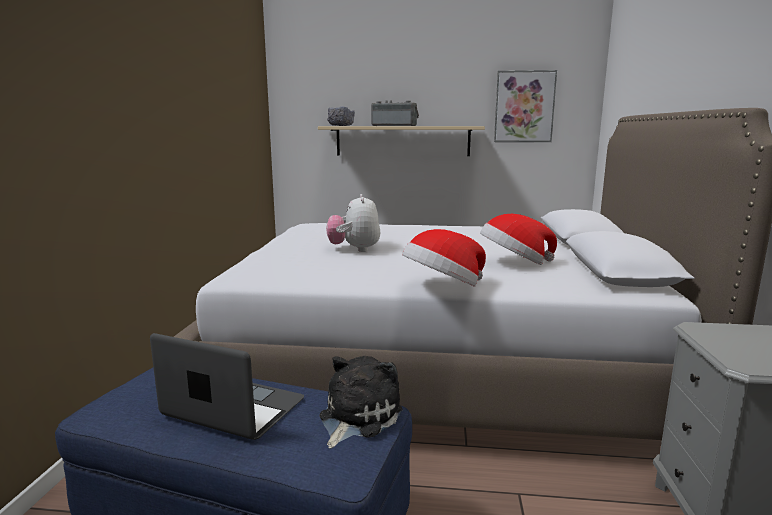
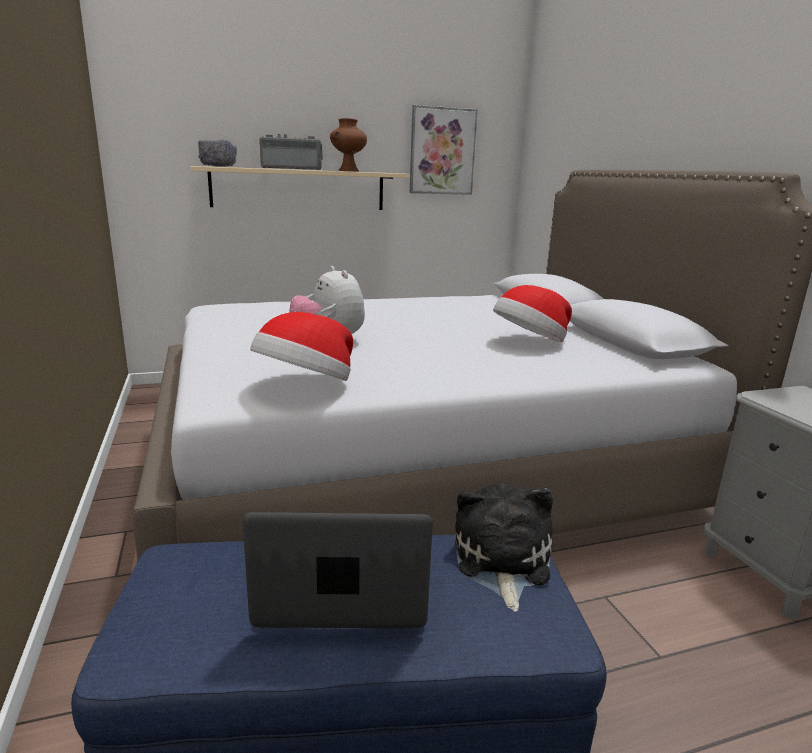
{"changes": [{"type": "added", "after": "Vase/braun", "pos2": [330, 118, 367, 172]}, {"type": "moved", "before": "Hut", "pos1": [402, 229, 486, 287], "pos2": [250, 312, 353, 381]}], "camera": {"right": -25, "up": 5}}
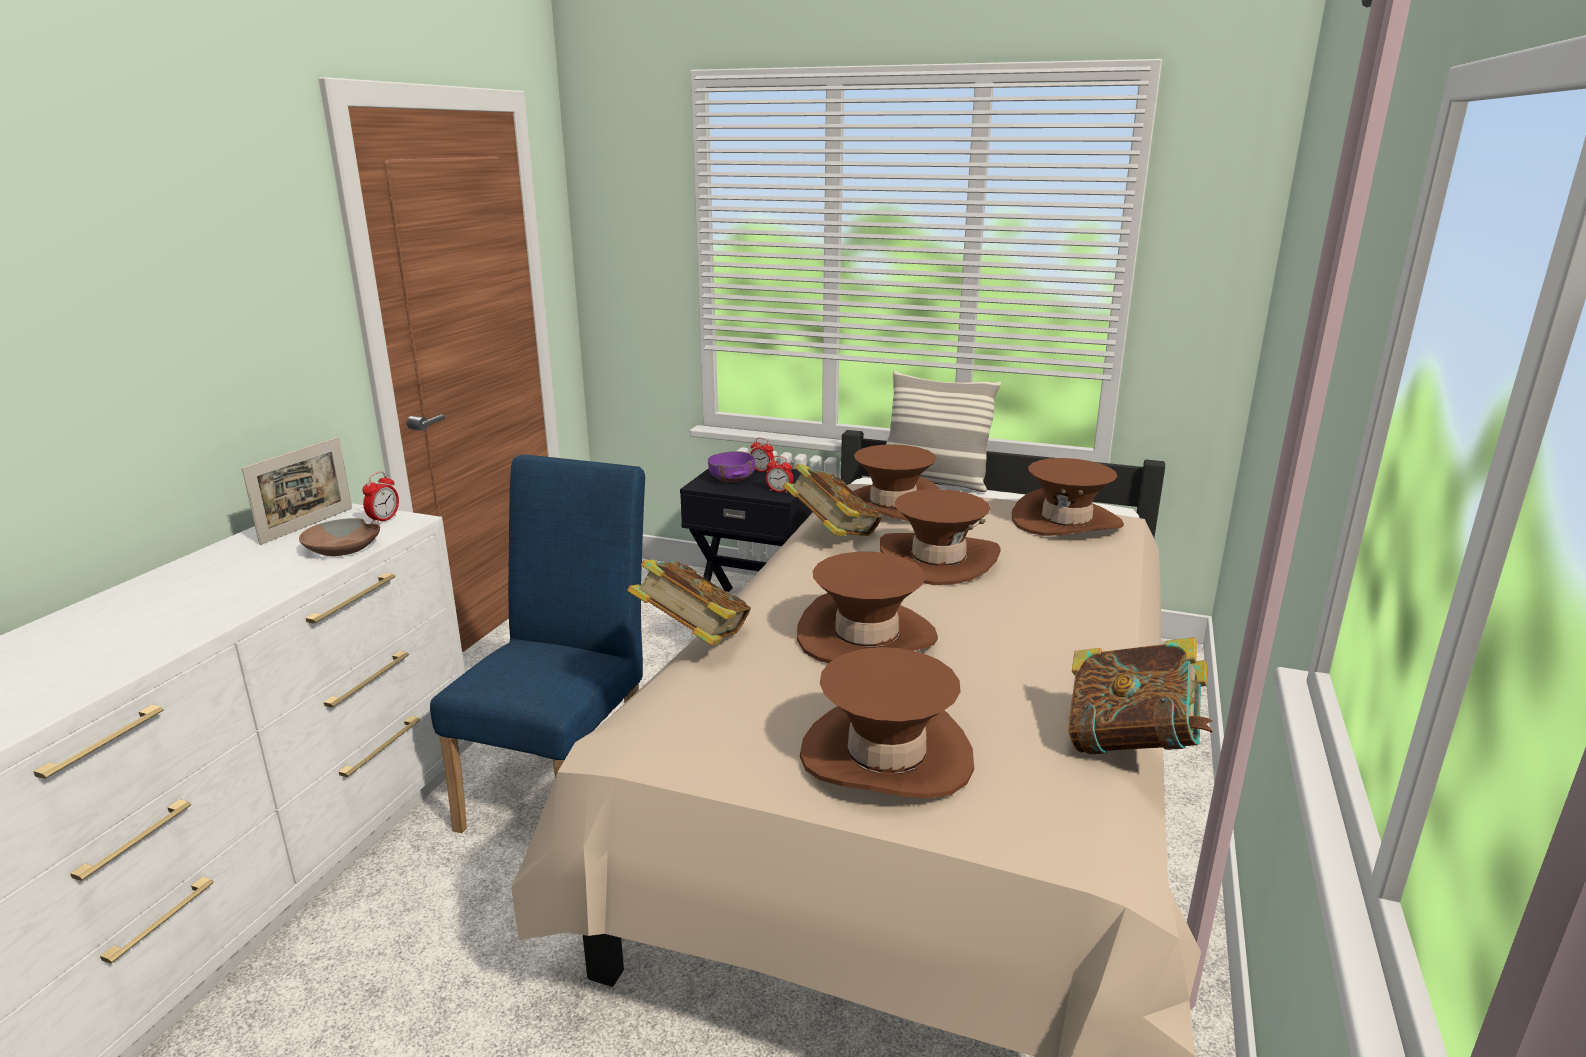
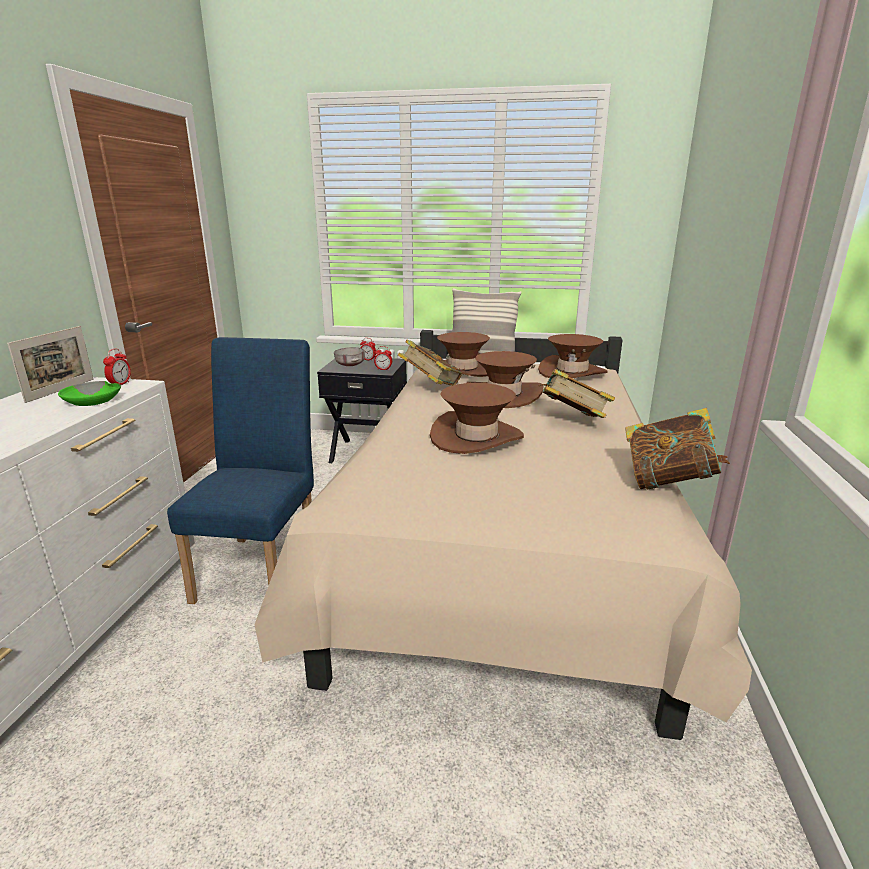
{"changes": [{"type": "removed", "before": "Hut/braun", "pos1": [800, 647, 974, 799]}, {"type": "moved", "before": "Buch", "pos1": [627, 559, 751, 646], "pos2": [539, 369, 615, 418]}, {"type": "recoloured", "before": "Schüssel/braun", "after": "Schüssel/grün", "pos1": [299, 518, 380, 556], "pos2": [58, 381, 121, 406]}, {"type": "recoloured", "before": "Schüssel/lila", "after": "Schüssel/grau", "pos1": [708, 451, 755, 482], "pos2": [334, 347, 365, 366]}], "camera": {"right": -10, "up": 0}}
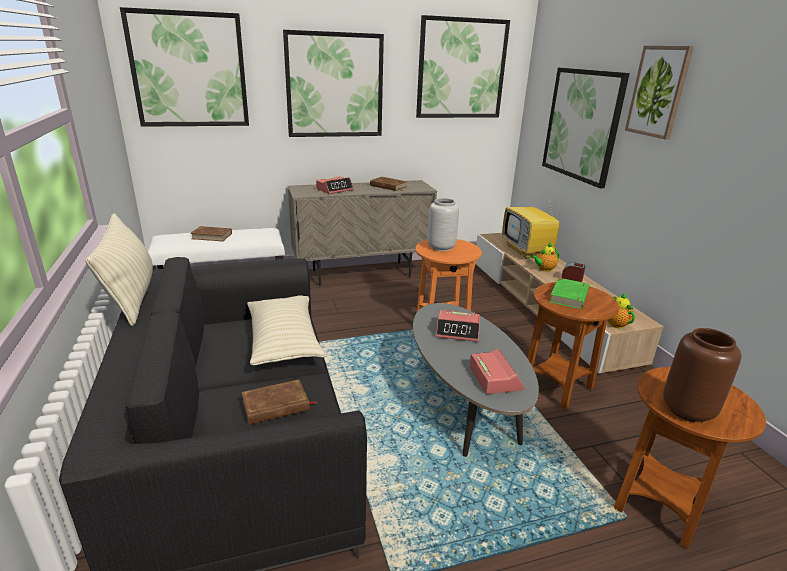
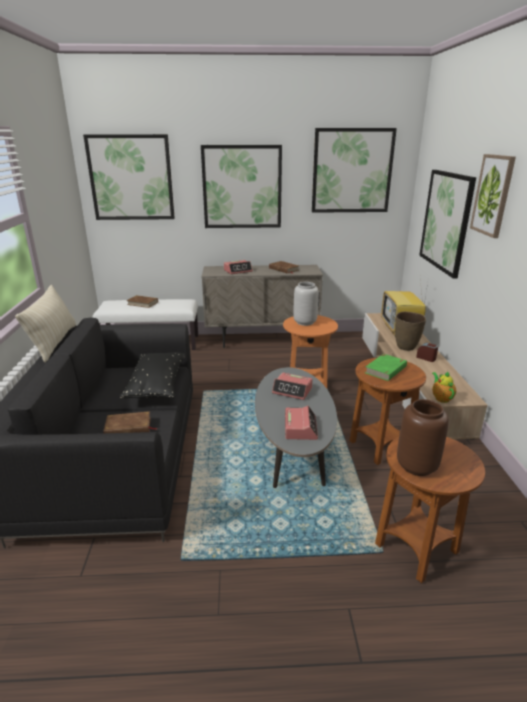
{"changes": [{"type": "replaced", "before": "Teekanne", "after": "Vase/braun", "pos1": [530, 243, 560, 272], "pos2": [395, 312, 426, 351]}, {"type": "recoloured", "before": "Kissen/beige", "after": "Kissen/schwarz", "pos1": [247, 295, 325, 365], "pos2": [120, 352, 185, 398]}], "camera": {"right": 15, "up": 0}}
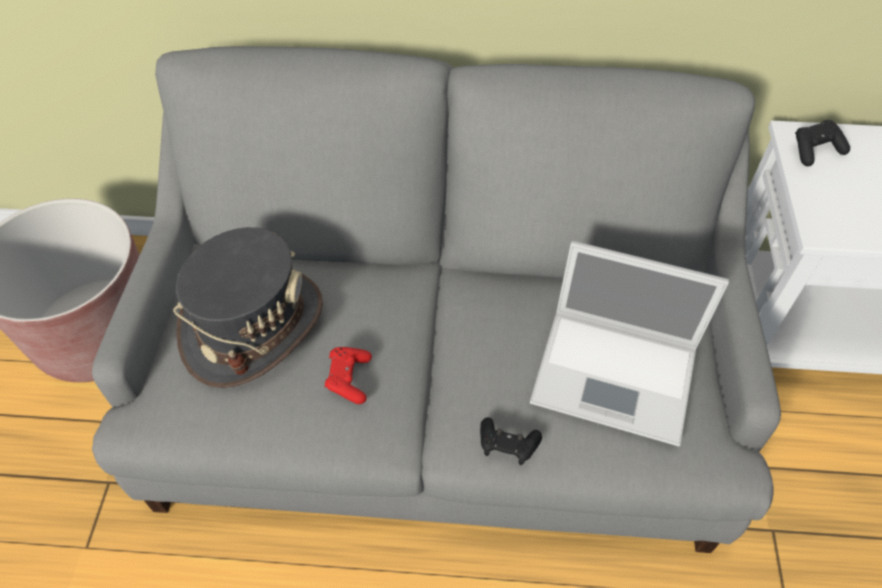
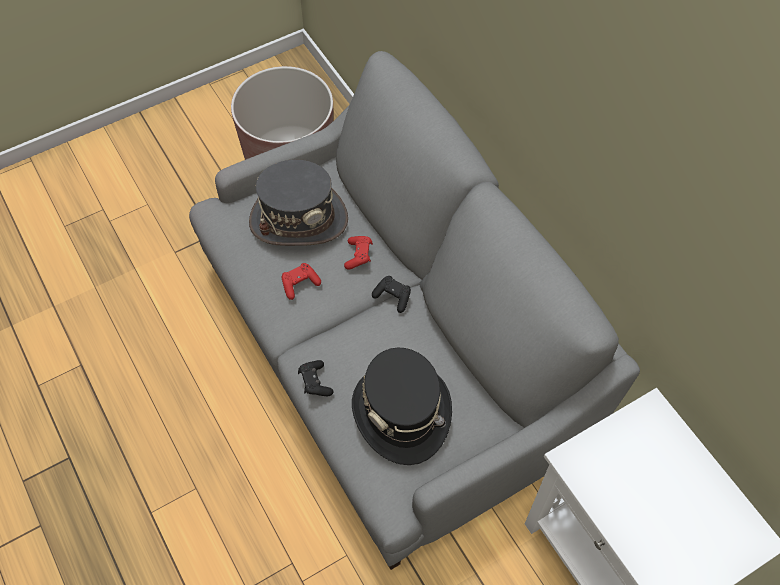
{"changes": [{"type": "added", "after": "Gamepad/rot", "pos2": [344, 236, 373, 270]}, {"type": "moved", "before": "Gamepad/schwarz", "pos1": [795, 120, 850, 166], "pos2": [372, 276, 411, 313]}, {"type": "replaced", "before": "Laptop", "after": "Hut/schwarz", "pos1": [530, 241, 729, 446], "pos2": [352, 348, 452, 465]}], "camera": {"right": 55, "up": 5}}
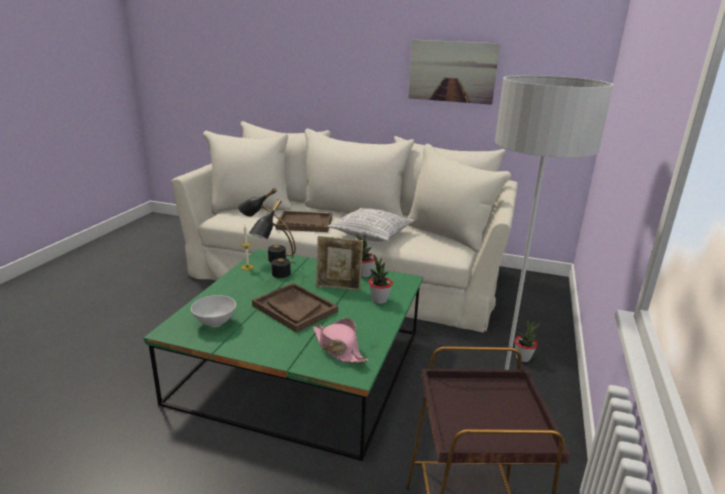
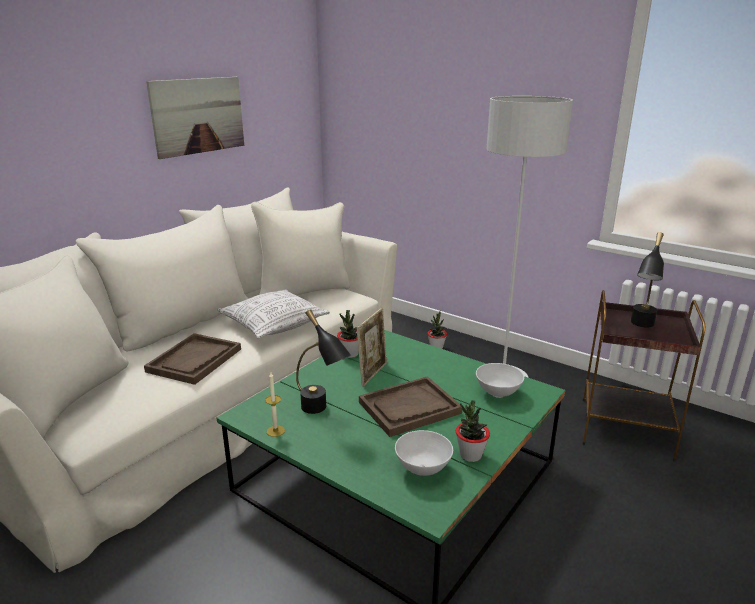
{"changes": [{"type": "moved", "before": "Tischlampe/schwarz", "pos1": [238, 188, 296, 263], "pos2": [630, 232, 664, 327]}, {"type": "moved", "before": "Topfpflanze", "pos1": [369, 255, 393, 304], "pos2": [456, 400, 490, 462]}, {"type": "replaced", "before": "Hut/rosa", "after": "Schüssel/weiß", "pos1": [313, 318, 368, 363], "pos2": [476, 363, 524, 398]}], "camera": {"right": -70, "up": 0}}
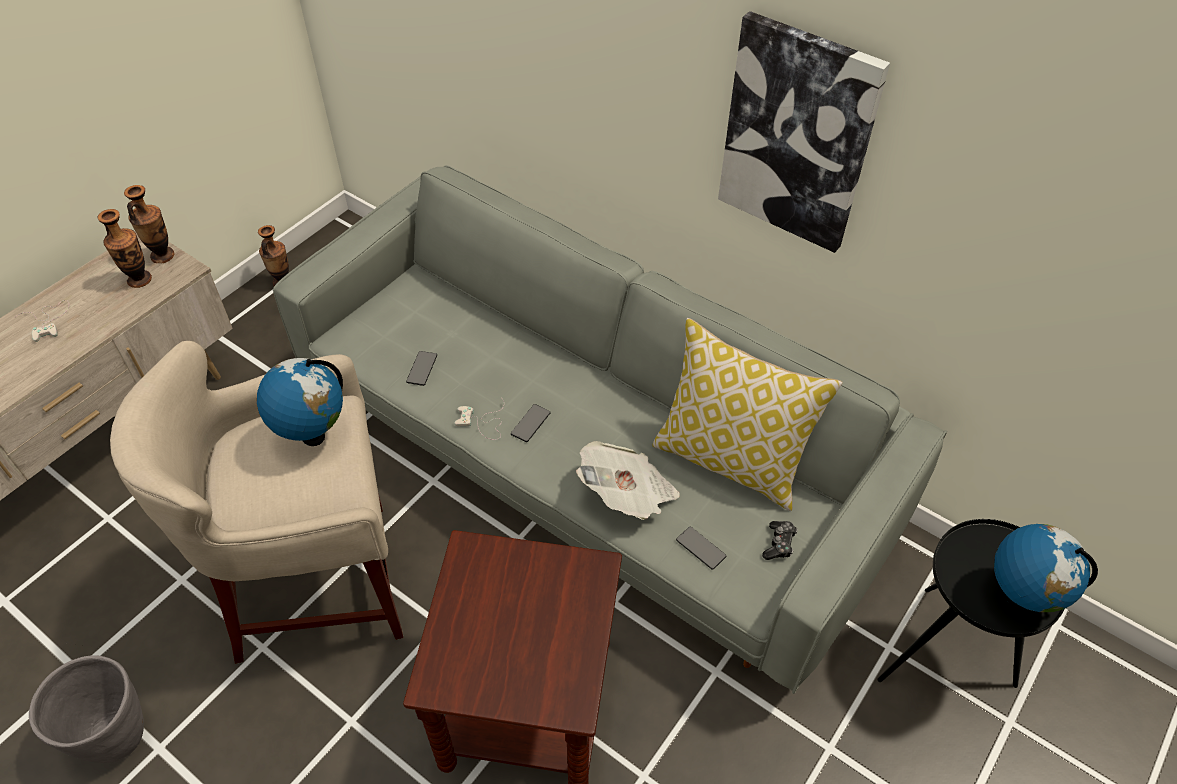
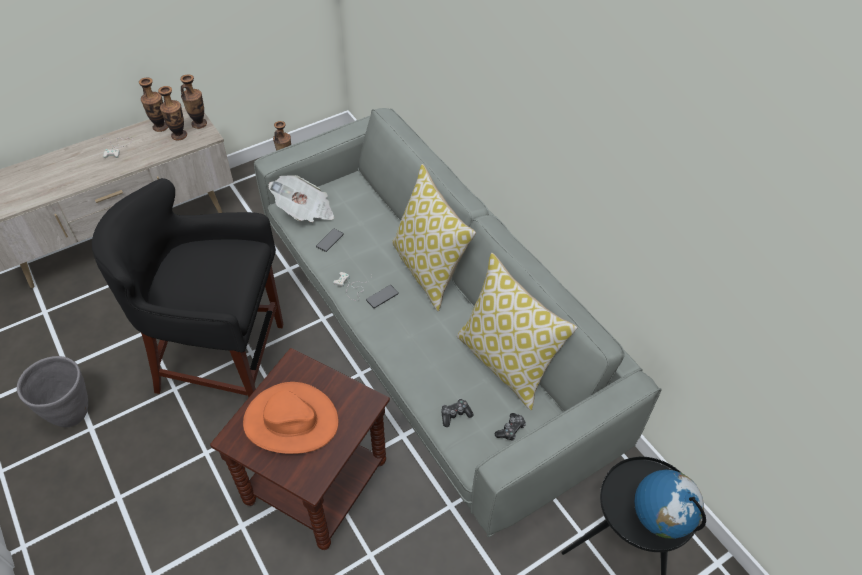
{"changes": [{"type": "removed", "before": "Globus", "pos1": [257, 358, 343, 446]}, {"type": "removed", "before": "Bild", "pos1": [718, 11, 890, 253]}, {"type": "added", "after": "Vase", "pos2": [139, 78, 168, 132]}, {"type": "added", "after": "Hut/orange", "pos2": [243, 382, 339, 454]}, {"type": "added", "after": "Kissen", "pos2": [392, 164, 476, 311]}, {"type": "moved", "before": "Zeitung", "pos1": [576, 441, 680, 520], "pos2": [269, 175, 334, 222]}, {"type": "replaced", "before": "Handy", "after": "Gamepad", "pos1": [676, 526, 726, 570], "pos2": [441, 399, 474, 427]}, {"type": "recoloured", "before": "Hocker/beige", "after": "Hocker/schwarz", "pos1": [110, 341, 403, 664], "pos2": [92, 178, 284, 397]}], "camera": {"right": 20, "up": 0}}
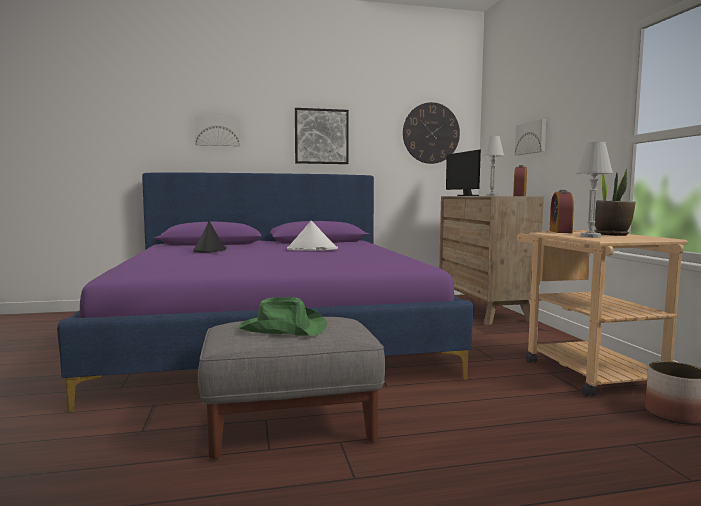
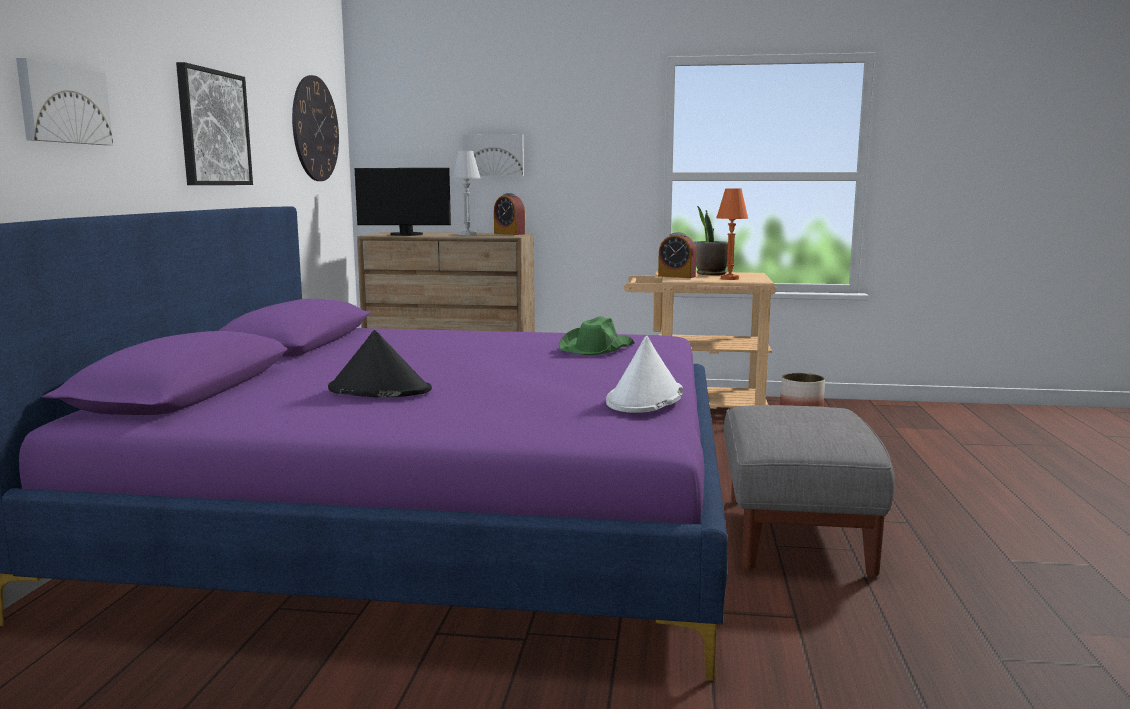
{"changes": [{"type": "moved", "before": "Hut/grün", "pos1": [238, 297, 327, 336], "pos2": [559, 316, 635, 355]}, {"type": "moved", "before": "Hut/weiß", "pos1": [287, 221, 338, 251], "pos2": [606, 336, 683, 413]}, {"type": "recoloured", "before": "Tischlampe/weiß", "after": "Tischlampe/orange", "pos1": [576, 142, 613, 238], "pos2": [716, 188, 748, 280]}], "camera": {"right": -70, "up": 5}}
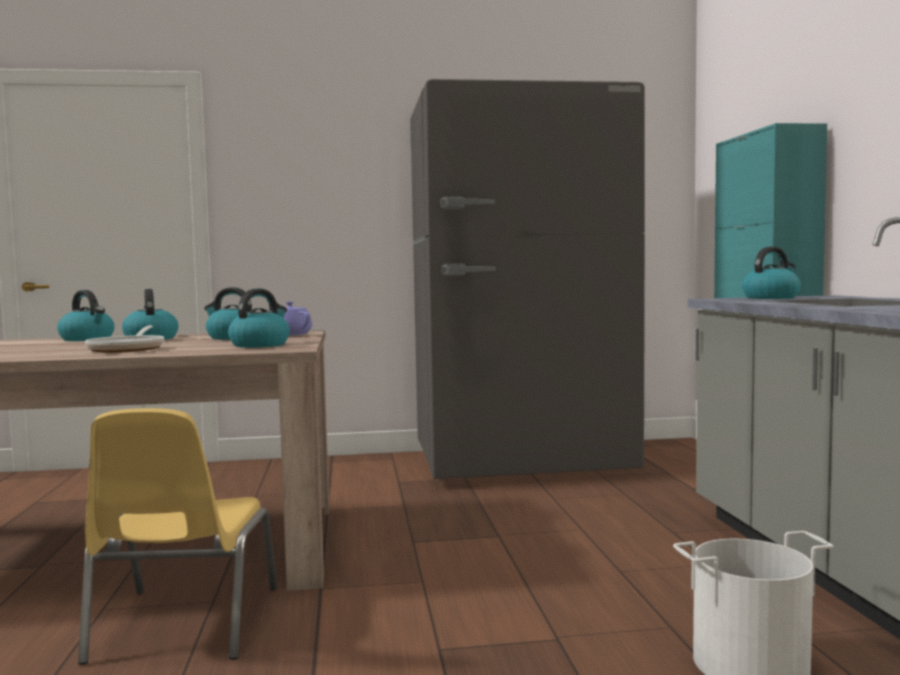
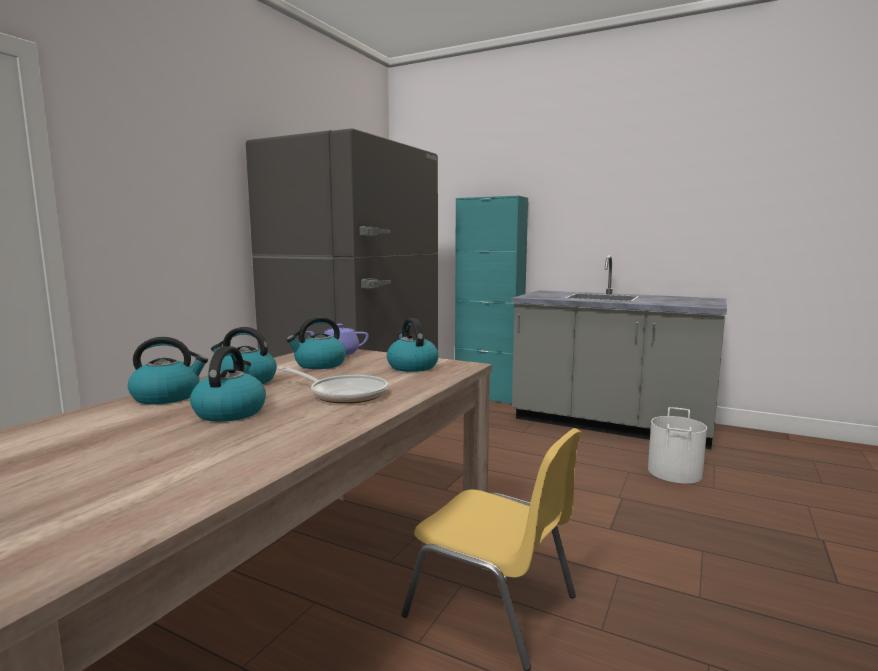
{"changes": [{"type": "moved", "before": "Wasserkessel", "pos1": [742, 246, 801, 299], "pos2": [190, 346, 266, 422]}], "camera": {"right": -55, "up": 5}}
